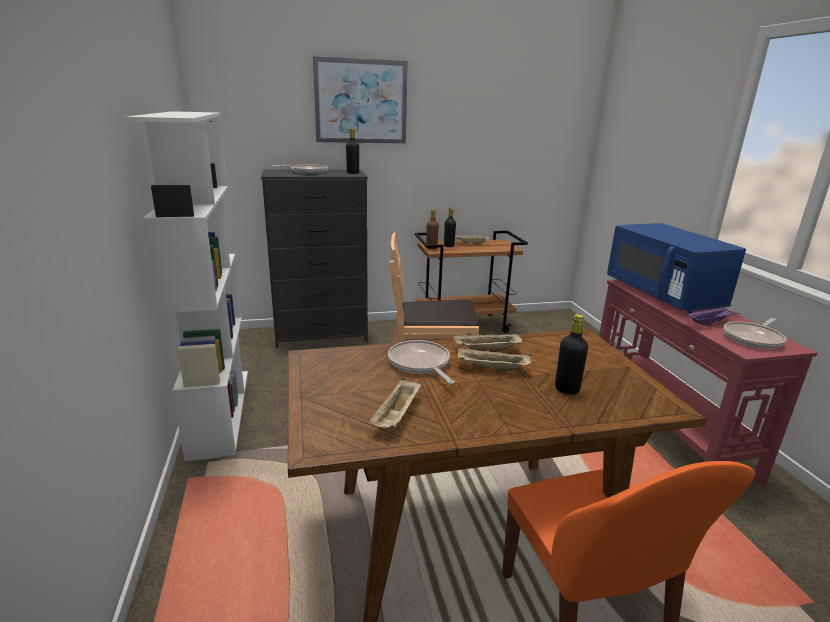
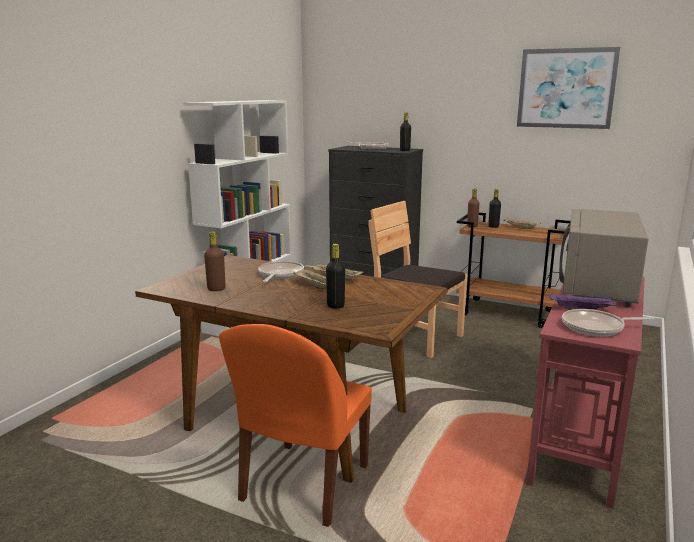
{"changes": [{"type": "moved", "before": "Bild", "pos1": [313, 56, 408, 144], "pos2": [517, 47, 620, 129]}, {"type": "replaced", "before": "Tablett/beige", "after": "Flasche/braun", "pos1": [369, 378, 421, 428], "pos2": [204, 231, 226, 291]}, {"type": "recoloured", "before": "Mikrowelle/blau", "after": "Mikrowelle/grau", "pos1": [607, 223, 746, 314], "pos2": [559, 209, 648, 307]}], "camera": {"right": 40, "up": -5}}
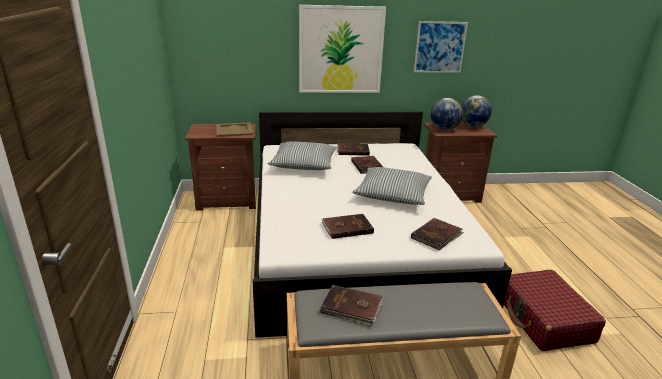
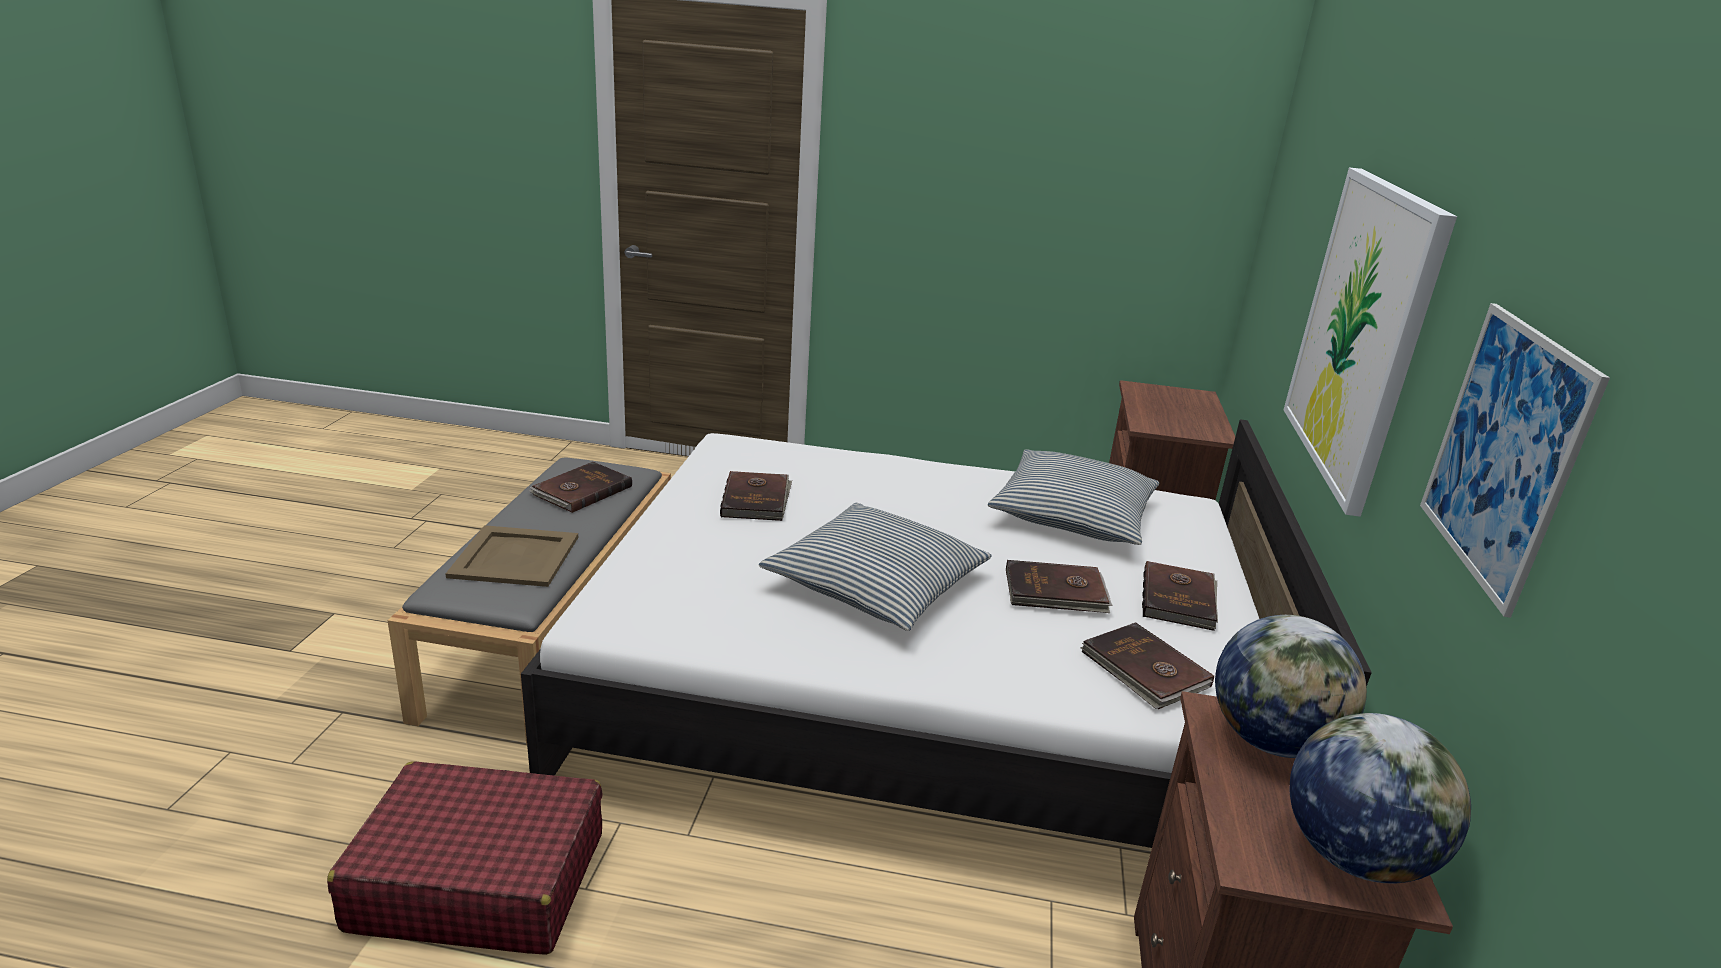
{"changes": [{"type": "moved", "before": "Tablett/beige", "pos1": [216, 123, 254, 137], "pos2": [446, 525, 578, 587]}, {"type": "moved", "before": "Buch/braun", "pos1": [411, 218, 464, 250], "pos2": [1080, 622, 1214, 709]}], "camera": {"right": 105, "up": 0}}
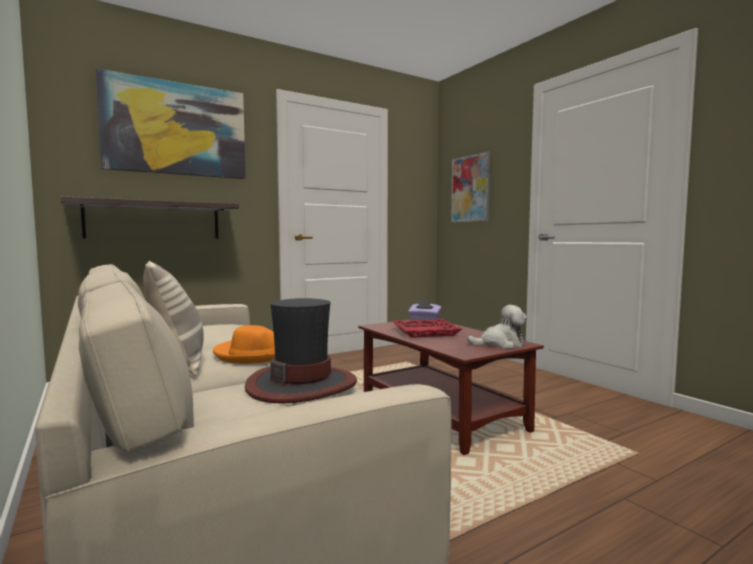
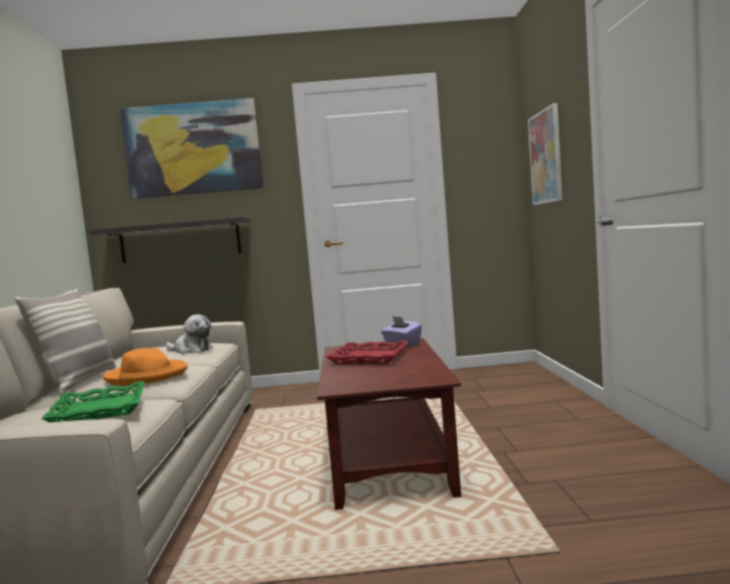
{"changes": [{"type": "moved", "before": "Plüschtier", "pos1": [467, 305, 527, 349], "pos2": [166, 314, 213, 354]}, {"type": "replaced", "before": "Hut", "after": "Tablett/grün", "pos1": [245, 298, 357, 404], "pos2": [41, 381, 145, 422]}], "camera": {"right": 30, "up": 0}}
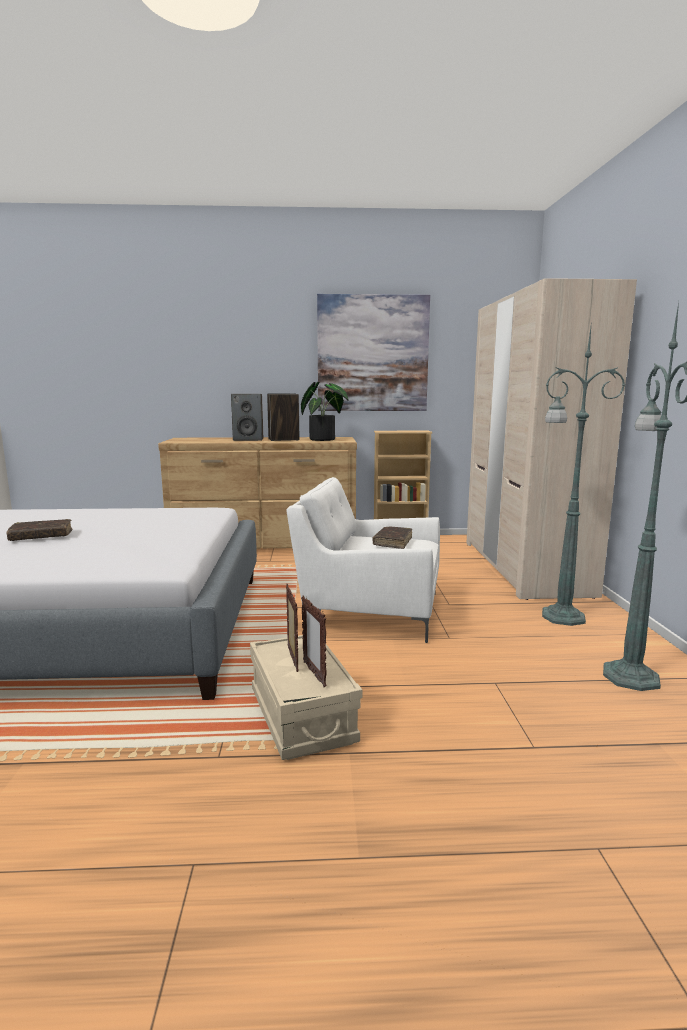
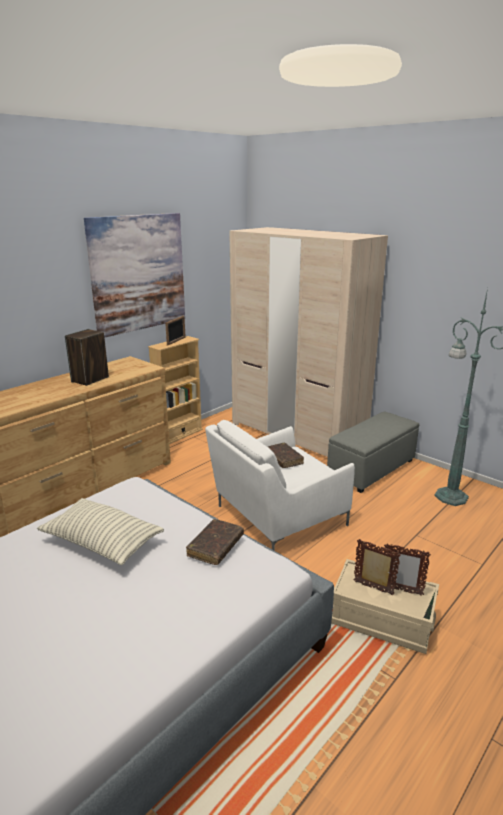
{"changes": [{"type": "removed", "before": "Lautsprecher", "pos1": [231, 394, 263, 441]}, {"type": "removed", "before": "Topfpflanze", "pos1": [301, 382, 348, 441]}, {"type": "added", "after": "Kissen", "pos2": [37, 498, 164, 565]}, {"type": "added", "after": "Bilderrahmen", "pos2": [165, 316, 186, 345]}, {"type": "moved", "before": "Buch/braun", "pos1": [6, 519, 72, 541], "pos2": [186, 519, 244, 565]}, {"type": "replaced", "before": "Stehlampe/grün", "after": "Polsterhocker/grau", "pos1": [542, 320, 625, 626], "pos2": [327, 411, 419, 493]}], "camera": {"right": -45, "up": 10}}
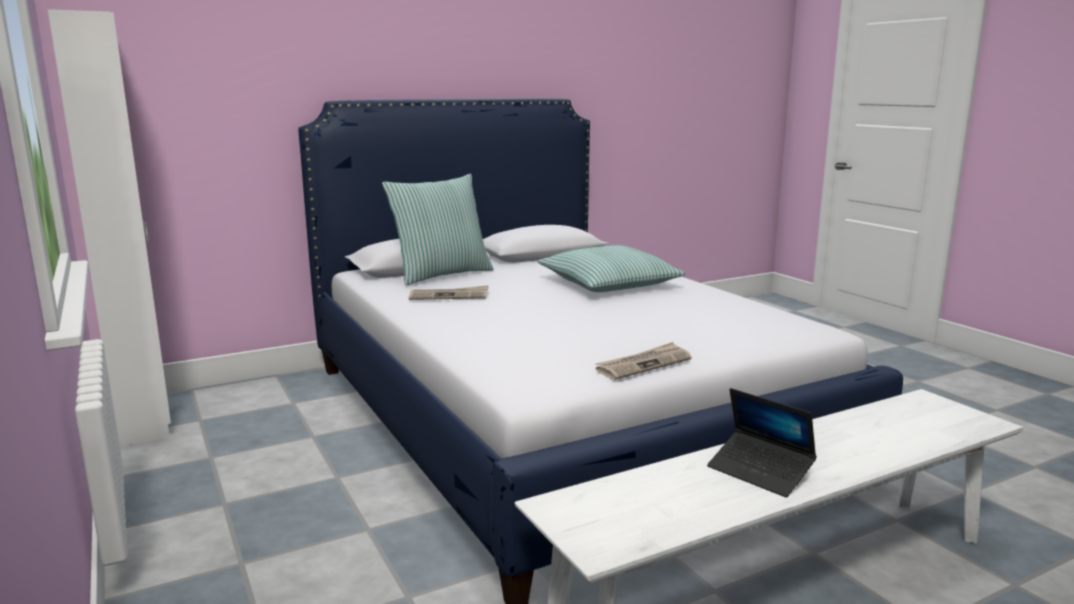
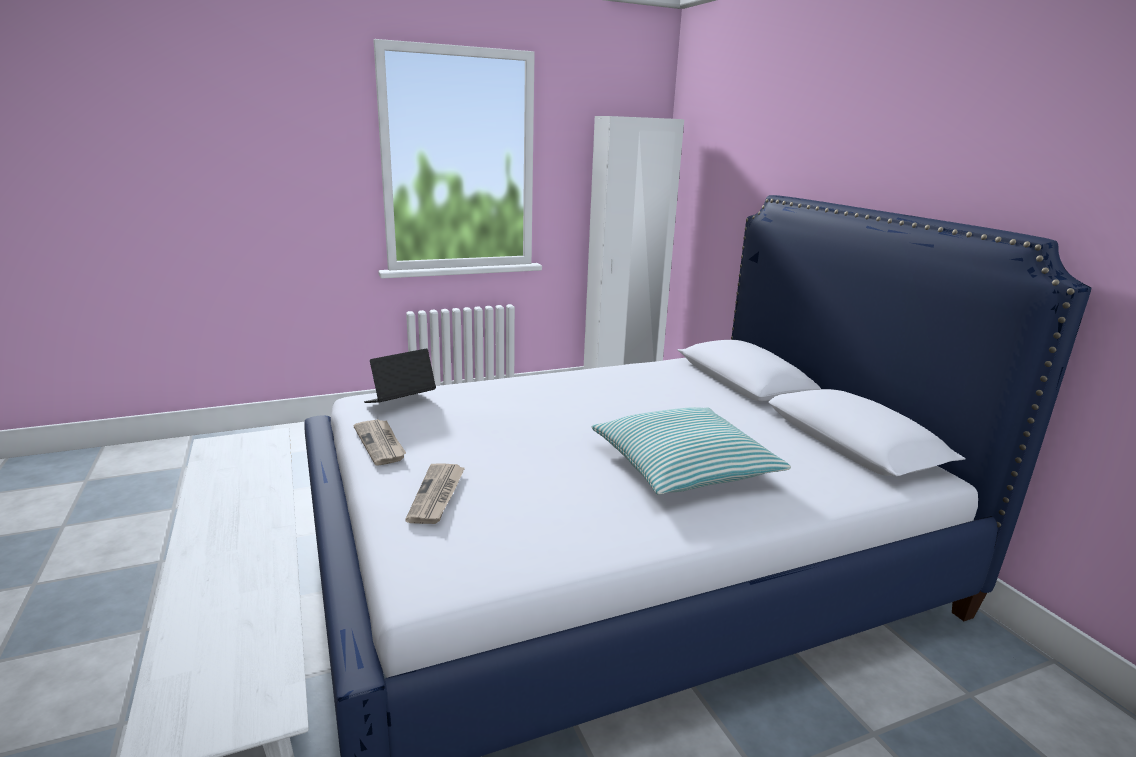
{"changes": [{"type": "removed", "before": "Kissen", "pos1": [382, 174, 493, 286]}, {"type": "moved", "before": "Zeitung", "pos1": [409, 285, 489, 300], "pos2": [405, 463, 465, 524]}, {"type": "moved", "before": "Laptop", "pos1": [707, 388, 817, 497], "pos2": [364, 348, 436, 403]}], "camera": {"right": 95, "up": 5}}
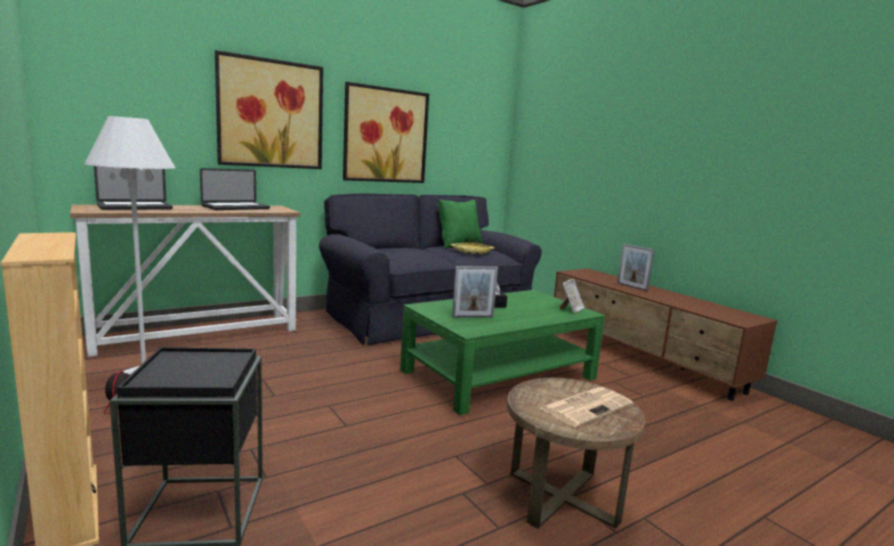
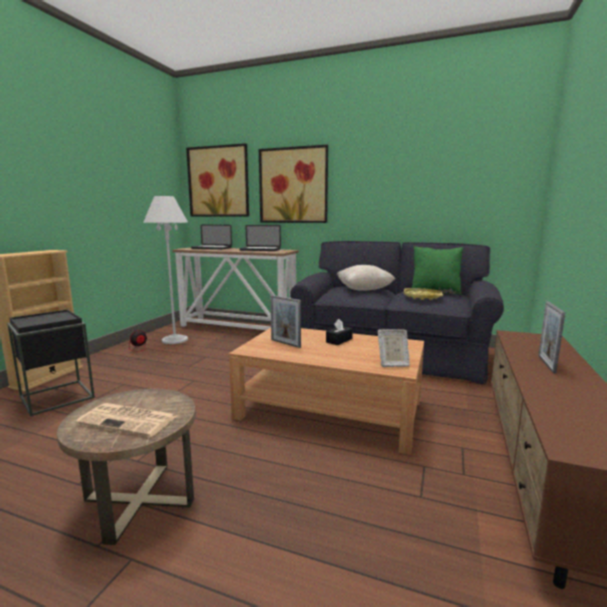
{"changes": [{"type": "added", "after": "Kissen/beige", "pos2": [337, 265, 395, 291]}, {"type": "moved", "before": "Bild", "pos1": [343, 82, 429, 183], "pos2": [186, 143, 249, 216]}, {"type": "recoloured", "before": "Couchtisch/grün", "after": "Couchtisch/braun", "pos1": [400, 290, 605, 415], "pos2": [229, 328, 424, 455]}], "camera": {"right": 55, "up": 0}}
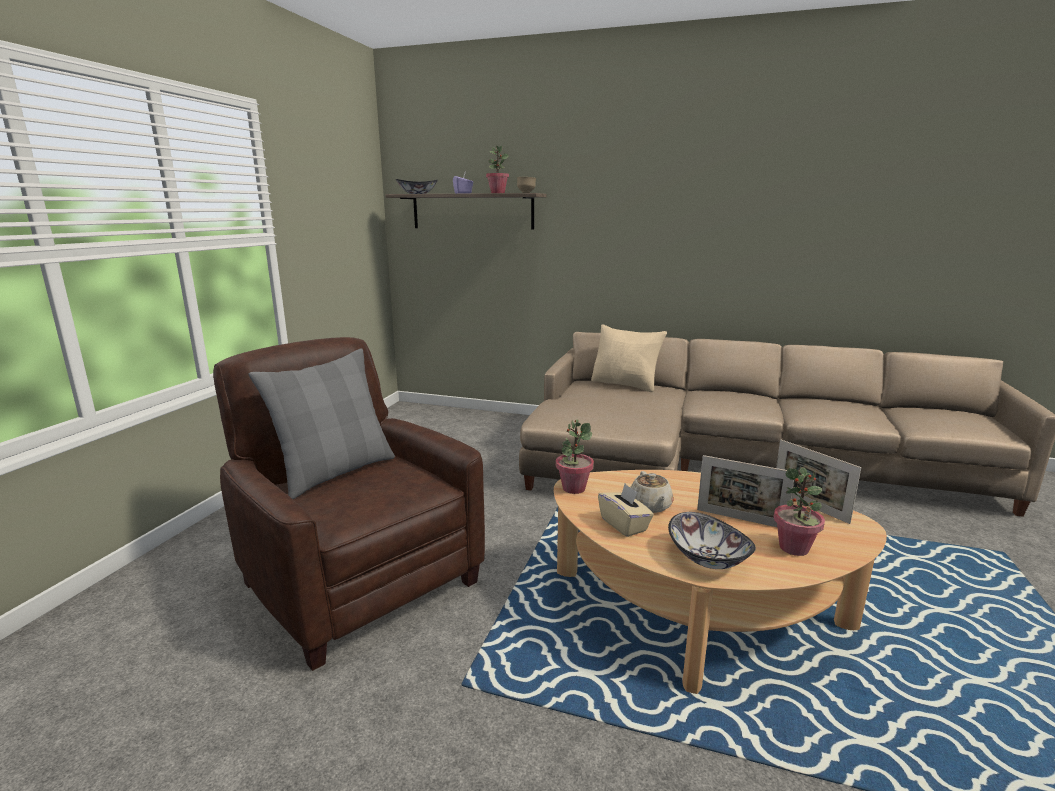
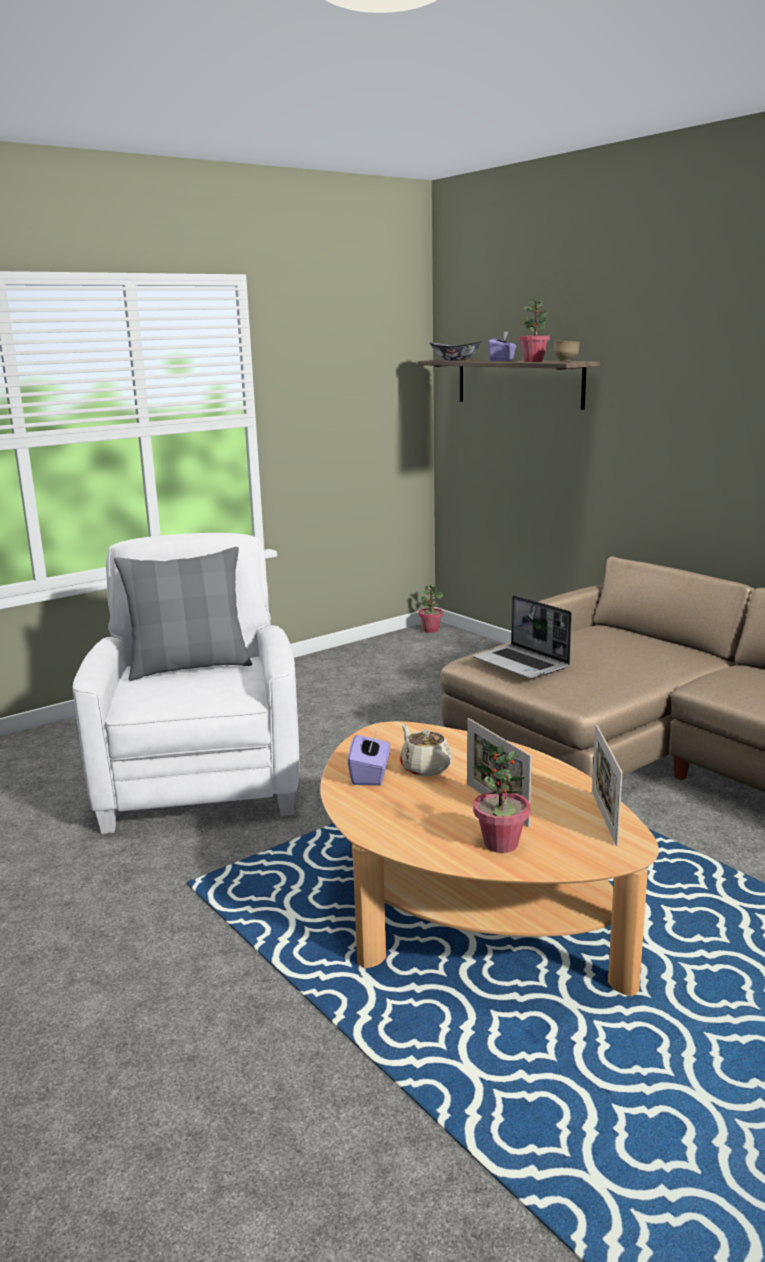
{"changes": [{"type": "removed", "before": "Kissen/beige", "pos1": [591, 324, 667, 392]}, {"type": "removed", "before": "Schüssel", "pos1": [668, 512, 756, 569]}, {"type": "added", "after": "Laptop", "pos2": [473, 595, 572, 679]}, {"type": "moved", "before": "Topfpflanze", "pos1": [556, 419, 594, 494], "pos2": [418, 584, 443, 633]}, {"type": "recoloured", "before": "Sessel/braun", "after": "Sessel/weiß", "pos1": [213, 337, 485, 671], "pos2": [72, 533, 299, 834]}, {"type": "recoloured", "before": "Taschentuchbox/beige", "after": "Taschentuchbox/lila", "pos1": [598, 484, 654, 537], "pos2": [348, 729, 390, 786]}, {"type": "turned", "before": "Teekanne/beige", "pos1": [630, 471, 674, 513], "pos2": [400, 724, 452, 776], "turn": 120}], "camera": {"right": 35, "up": 0}}
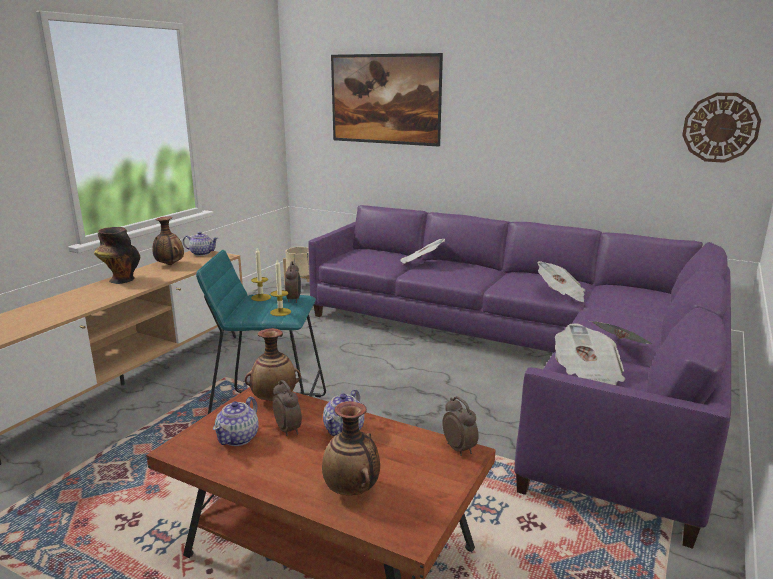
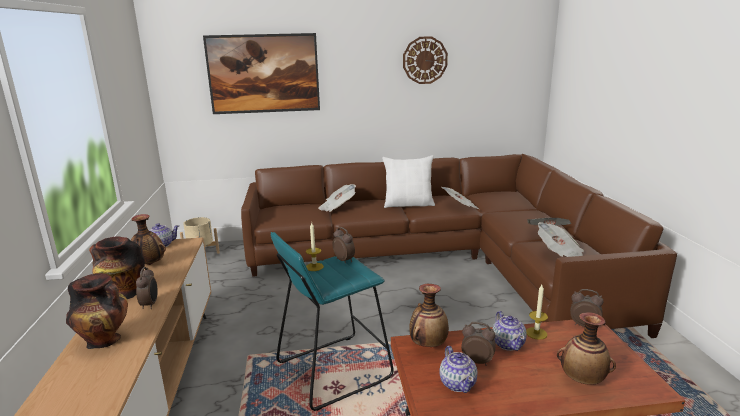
{"changes": [{"type": "added", "after": "Vase", "pos2": [66, 273, 128, 349]}, {"type": "added", "after": "Wecker", "pos2": [136, 267, 158, 309]}, {"type": "added", "after": "Kissen/weiß", "pos2": [382, 155, 435, 208]}, {"type": "moved", "before": "Kerze", "pos1": [270, 259, 291, 316], "pos2": [526, 285, 548, 340]}, {"type": "moved", "before": "Wanduhr", "pos1": [682, 93, 761, 163], "pos2": [403, 36, 448, 84]}, {"type": "recoloured", "before": "Sofa/lila", "after": "Sofa/braun", "pos1": [308, 205, 731, 549], "pos2": [241, 154, 677, 338]}], "camera": {"right": -35, "up": 0}}
